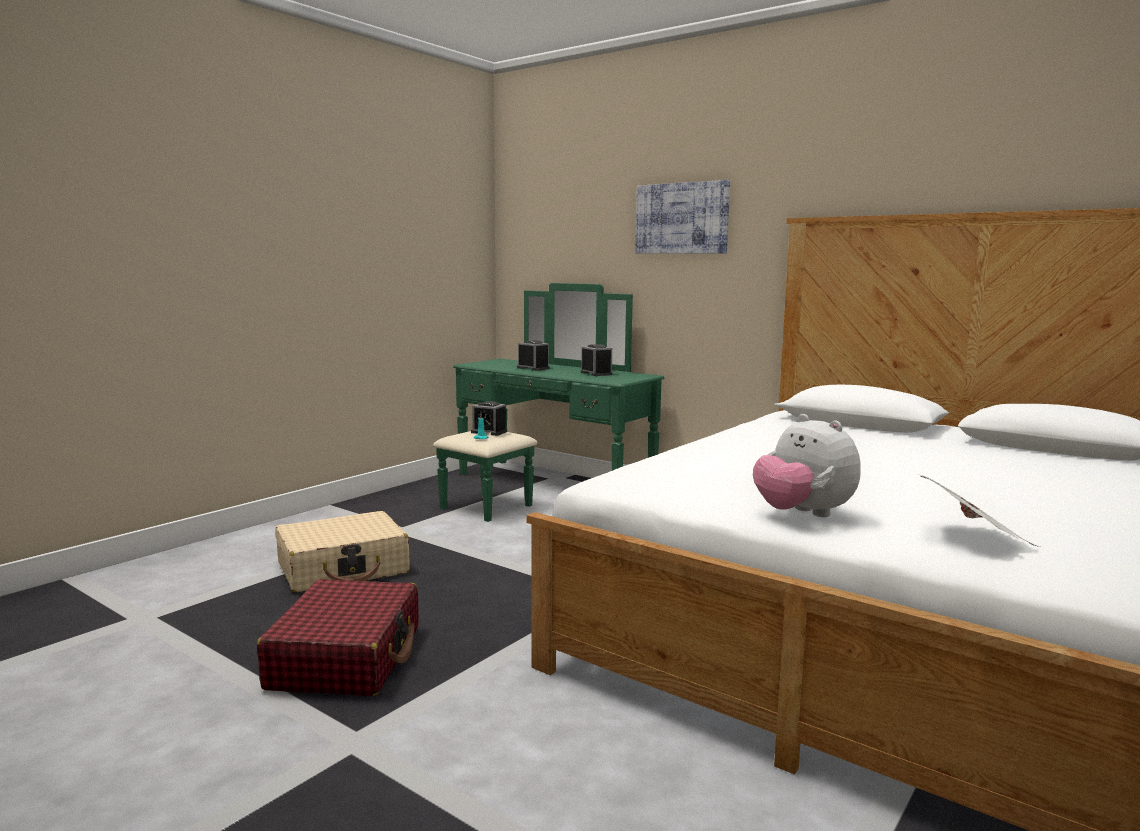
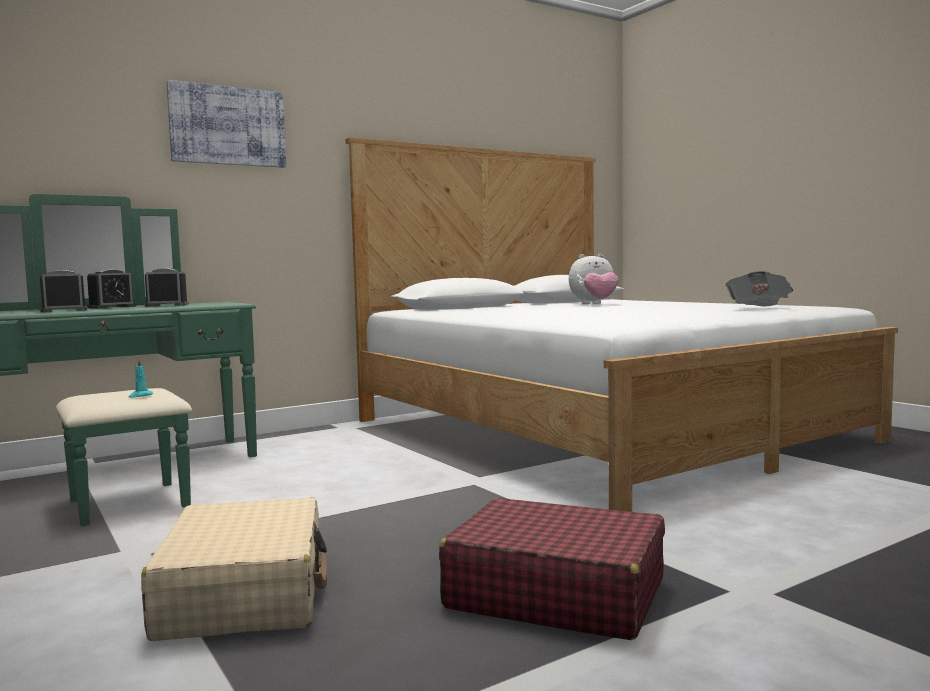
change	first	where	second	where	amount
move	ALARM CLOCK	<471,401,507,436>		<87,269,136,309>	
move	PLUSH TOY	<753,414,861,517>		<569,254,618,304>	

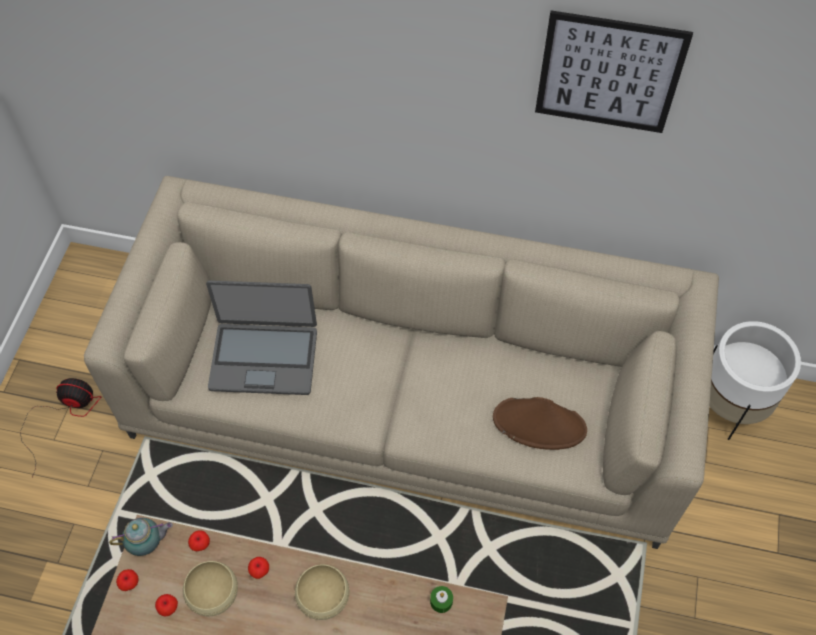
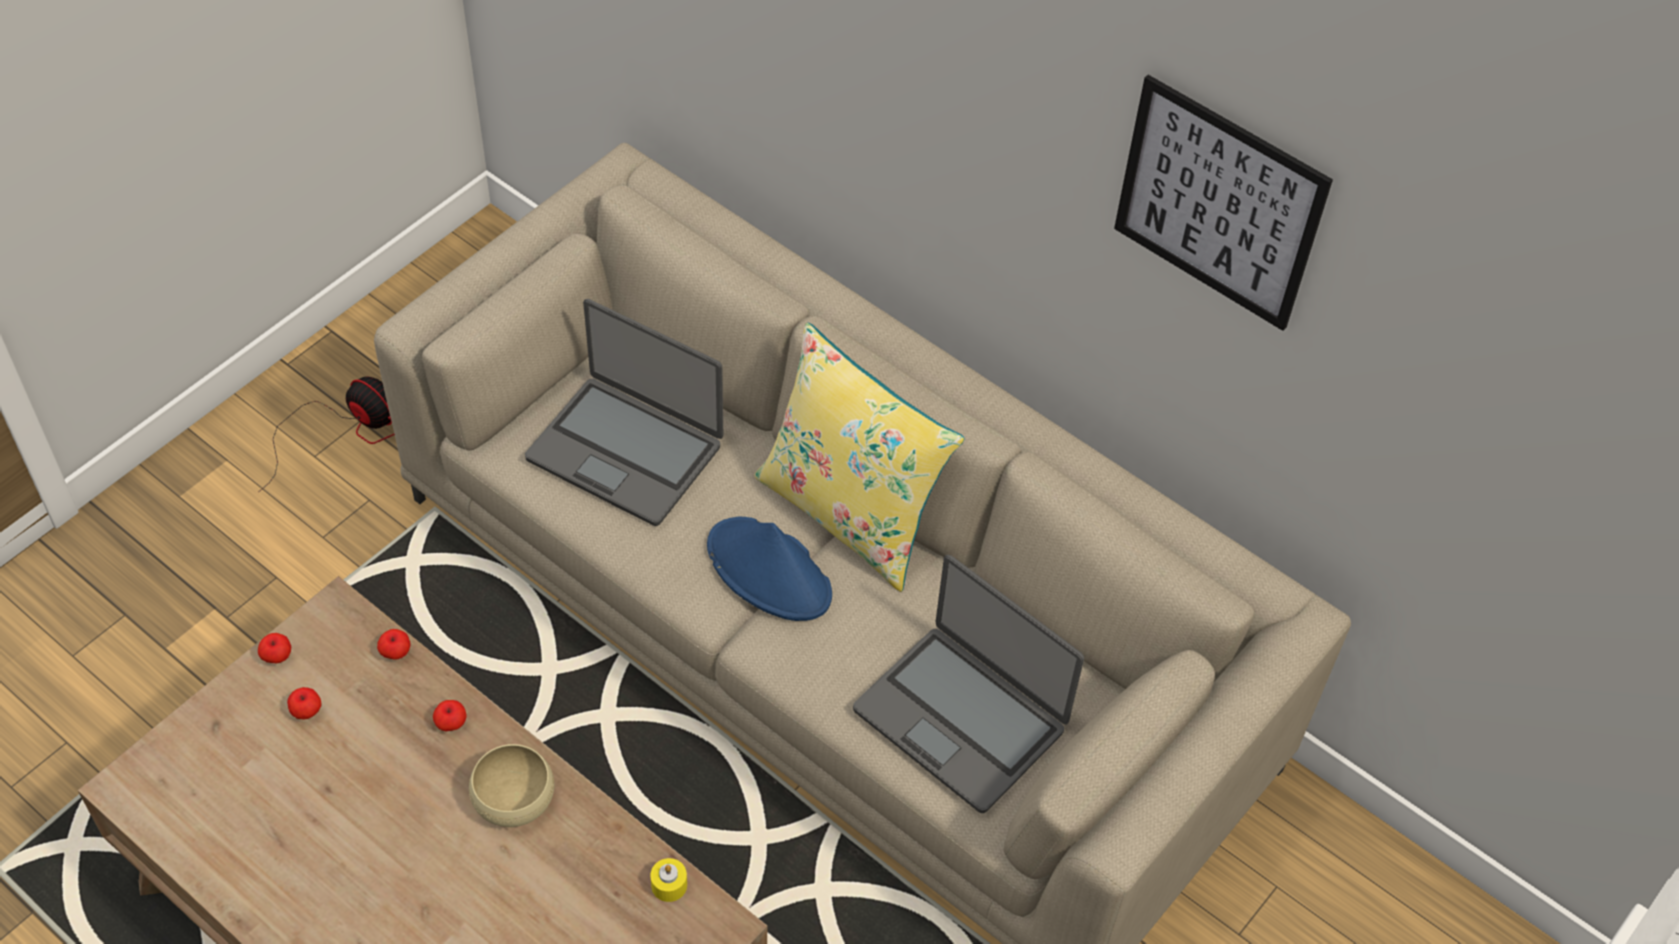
change	first	where	second	where	amount
delete	TEAPOT	<109,518,173,556>			
delete	BEIGE BOWL	<183,561,238,616>			
delete	WHITE PLANTER	<710,321,801,440>			
insert			BLUE HAT	<707,516,832,621>	
insert			YELLOW PILLOW	<754,322,965,592>	
replace	BROWN HAT	<493,397,587,450>	LAPTOP	<853,555,1084,813>	
recolor	GREEN CANDLE	<430,586,453,613>	YELLOW CANDLE	<650,858,687,902>	

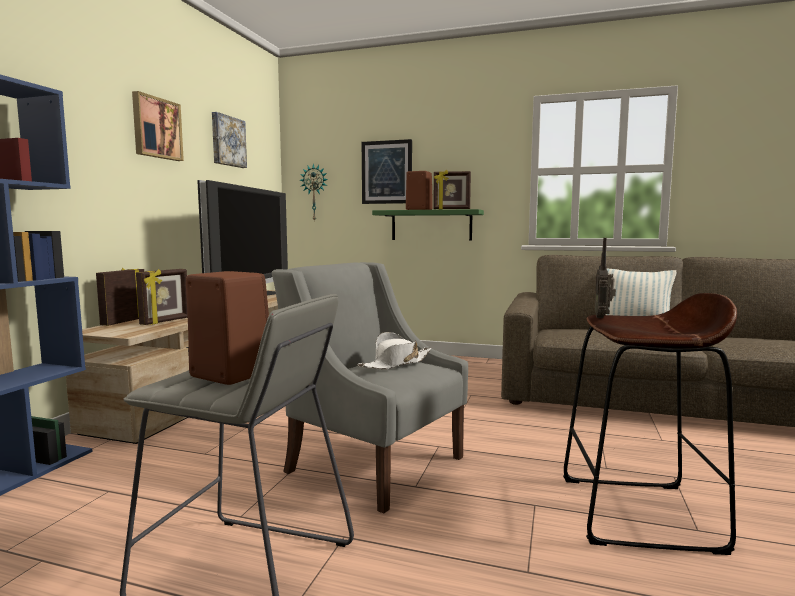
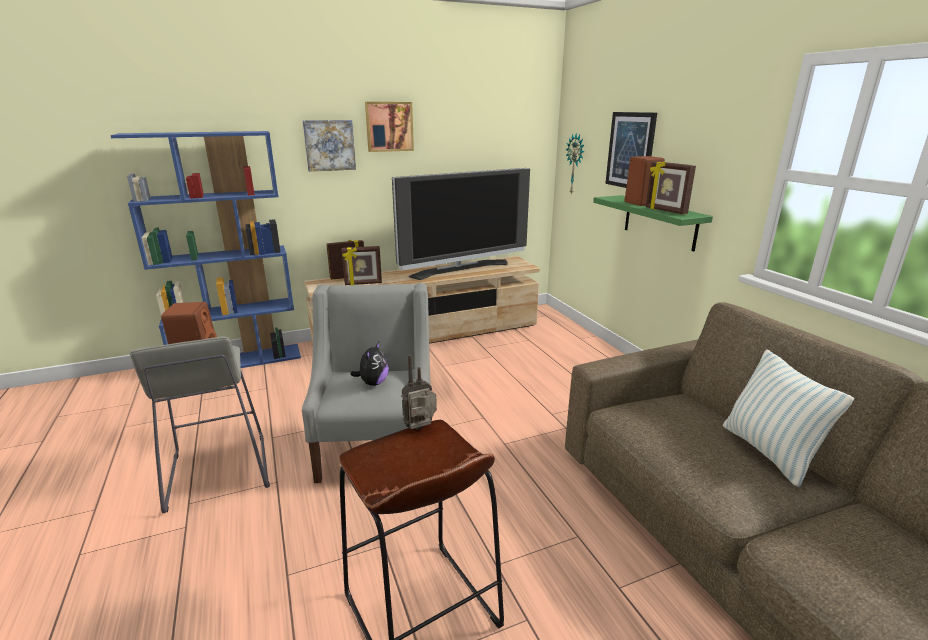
change	first	where	second	where	amount
move	PICTURE	<212,112,247,168>		<302,120,356,172>	
replace	WHITE HAT	<358,332,431,369>	PLUSH TOY	<350,342,389,386>	

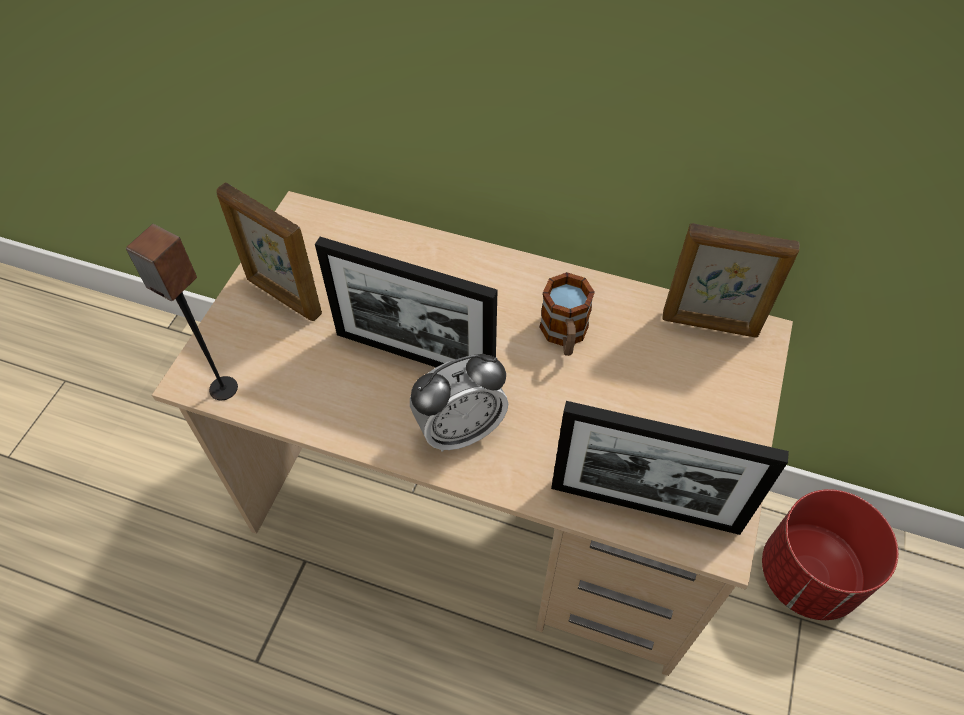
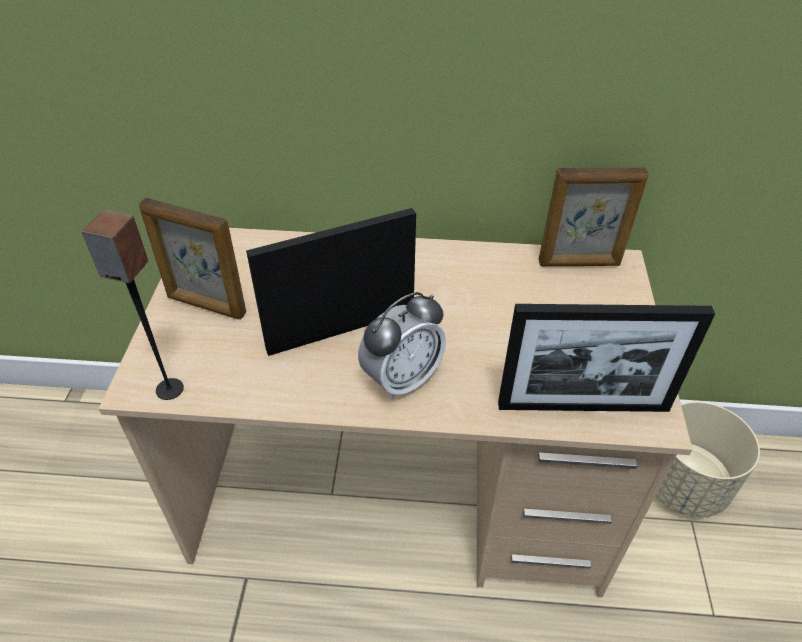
change	first	where	second	where	amount
delete	MUG	<540,272,595,356>			
recolor	RED PLANTER	<762,489,898,620>	BEIGE PLANTER	<656,401,760,517>	
rotate	PICTURE FRAME	<315,237,497,367>		<246,208,416,356>	150 degrees clockwise

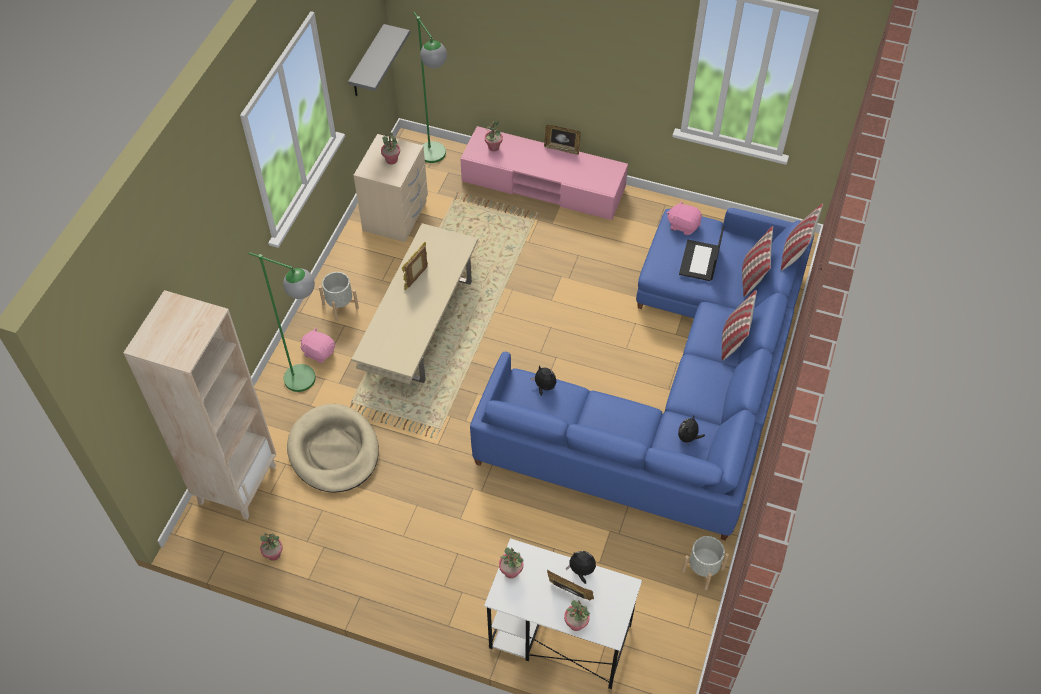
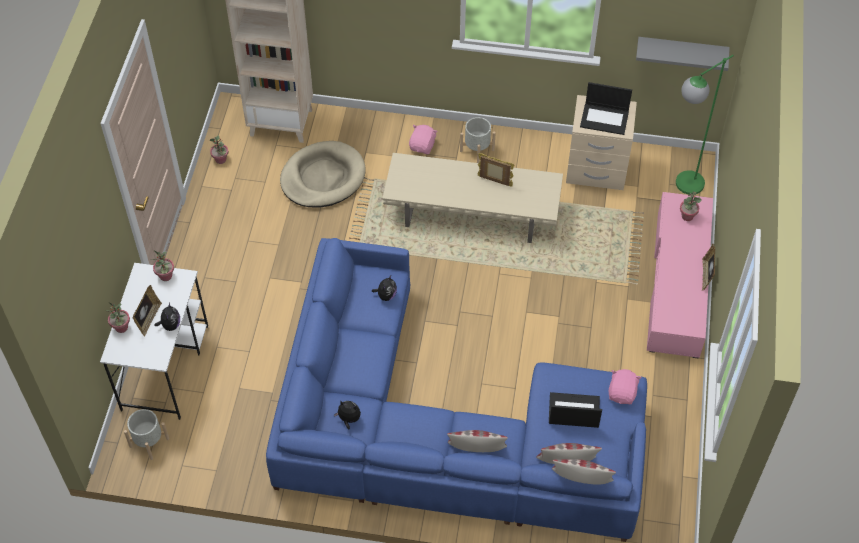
change	first	where	second	where	amount
delete	GREEN FLOOR LAMP	<249,252,316,392>			
move	GREY PLANTER	<682,536,729,590>		<124,409,169,460>	
replace	POTTED PLANT	<381,132,400,165>	LAPTOP	<580,82,632,135>	

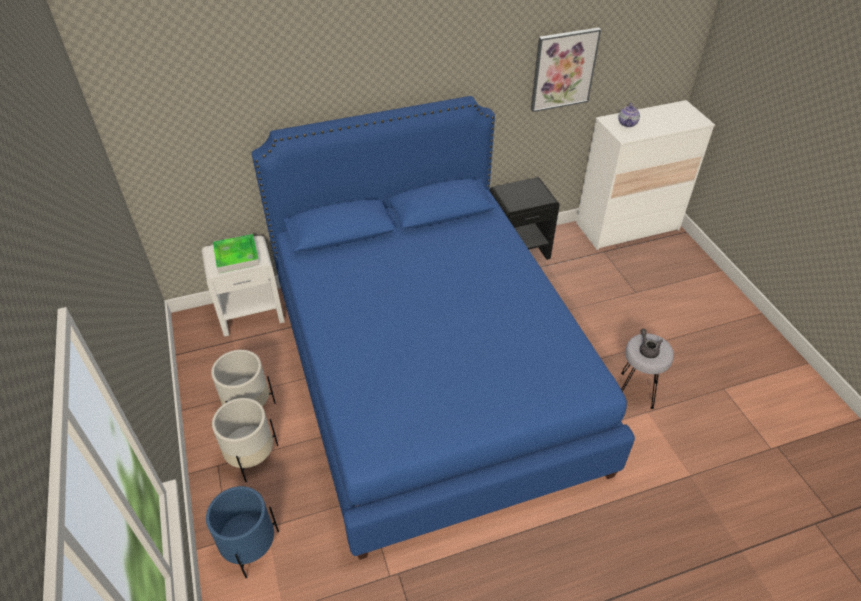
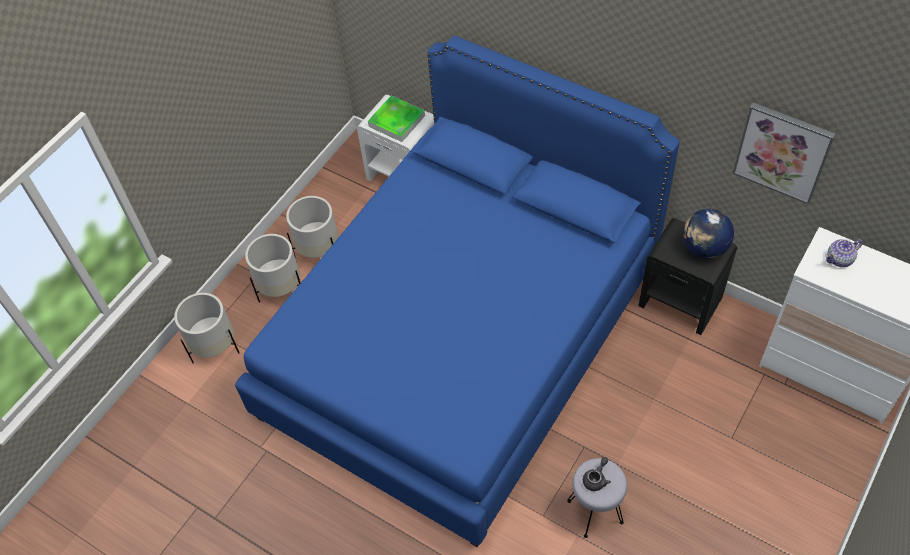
change	first	where	second	where	amount
insert			GLOBE	<683,209,734,258>	
recolor	BLUE PLANTER	<206,486,279,578>	WHITE PLANTER	<174,293,240,363>	

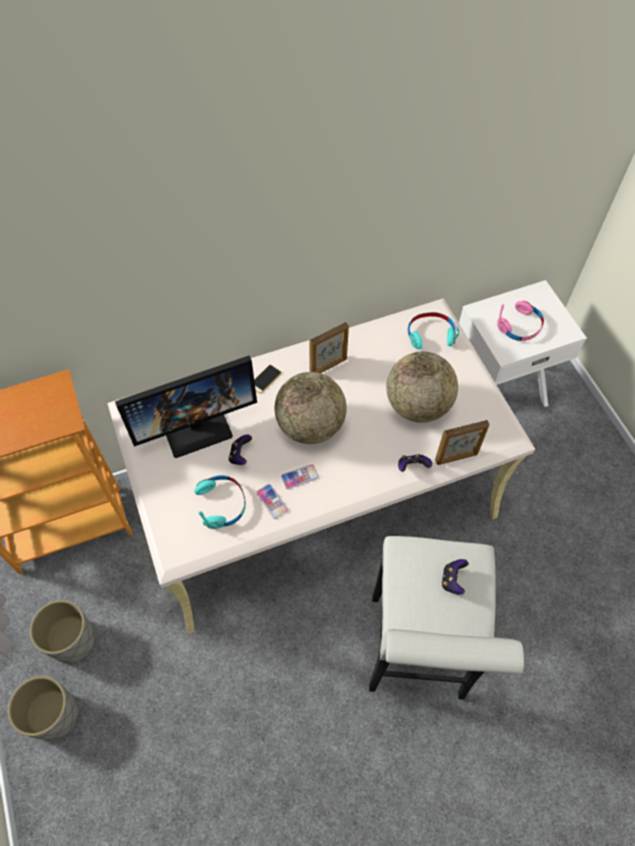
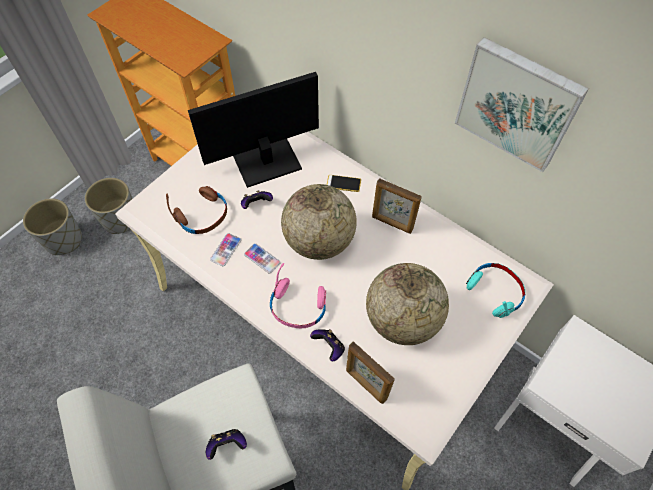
change	first	where	second	where	amount
insert			PICTURE	<455,37,589,172>	
move	PINK HEADPHONES	<497,301,544,341>		<270,263,326,329>	
recolor	TURQUOISE HEADPHONES	<194,475,246,529>	BROWN HEADPHONES	<166,186,227,234>	
rotate	MONITOR	<115,355,257,458>		<188,72,319,188>	120 degrees clockwise

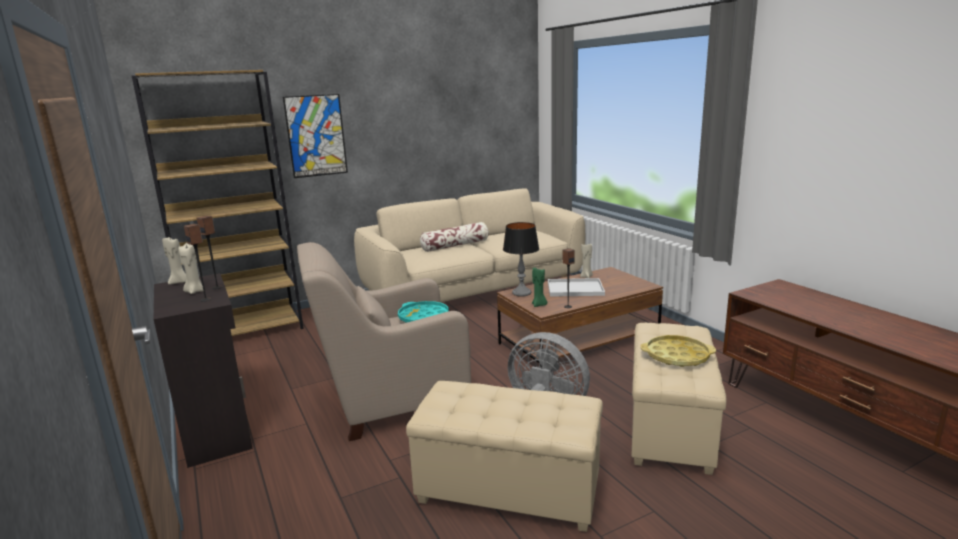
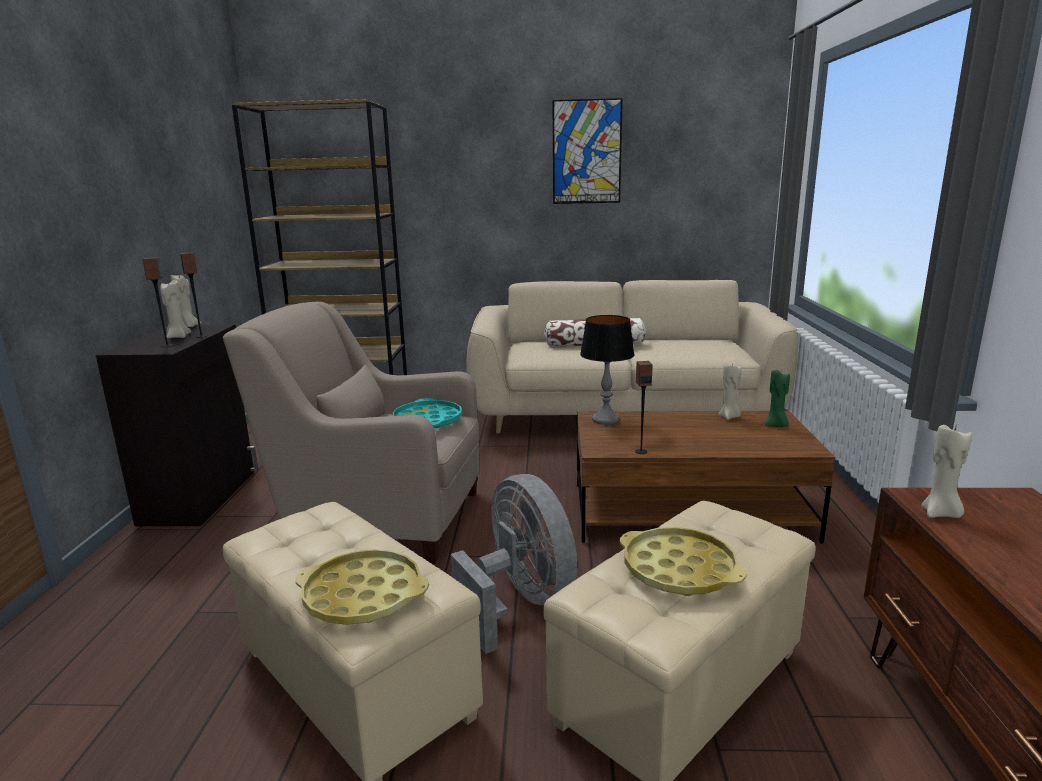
change	first	where	second	where	amount
delete	WHITE TRAY	<548,278,605,297>			
insert			YELLOW TRAY	<296,549,429,625>	
insert			BEIGE CANDLE	<921,423,972,518>	
move	PICTURE	<283,94,348,178>		<552,98,623,204>	
move	GREEN CANDLE	<532,267,547,307>		<765,370,790,427>	

